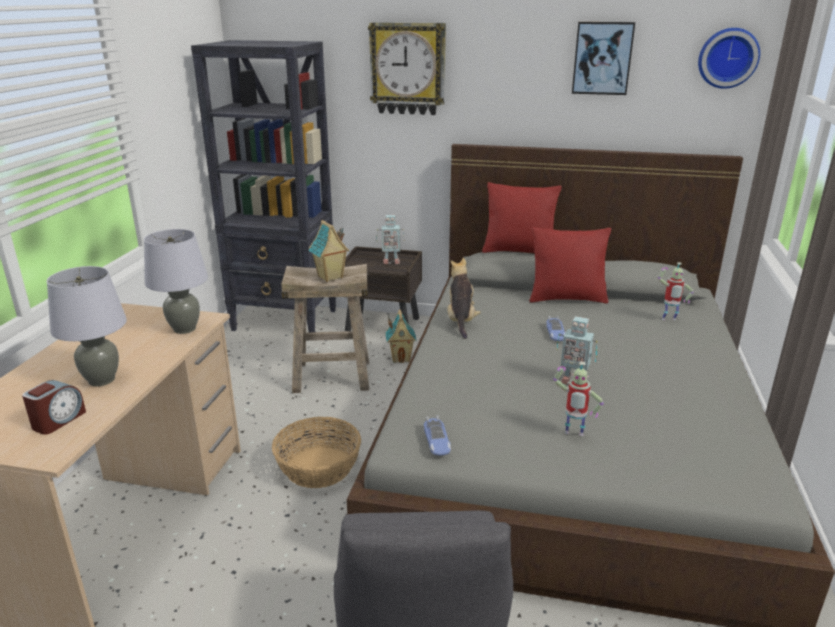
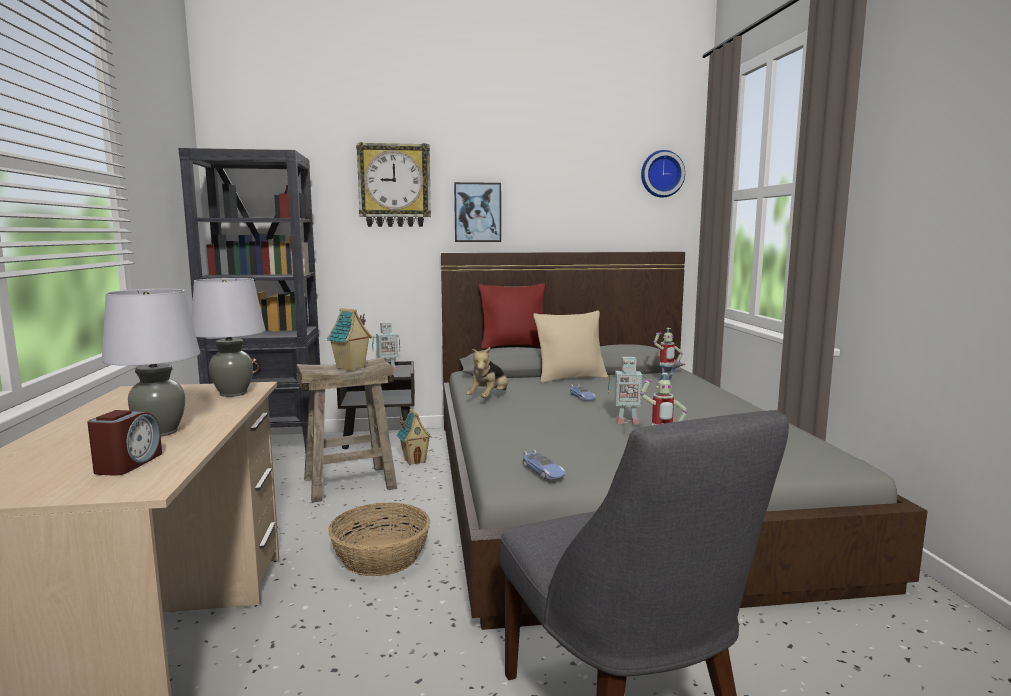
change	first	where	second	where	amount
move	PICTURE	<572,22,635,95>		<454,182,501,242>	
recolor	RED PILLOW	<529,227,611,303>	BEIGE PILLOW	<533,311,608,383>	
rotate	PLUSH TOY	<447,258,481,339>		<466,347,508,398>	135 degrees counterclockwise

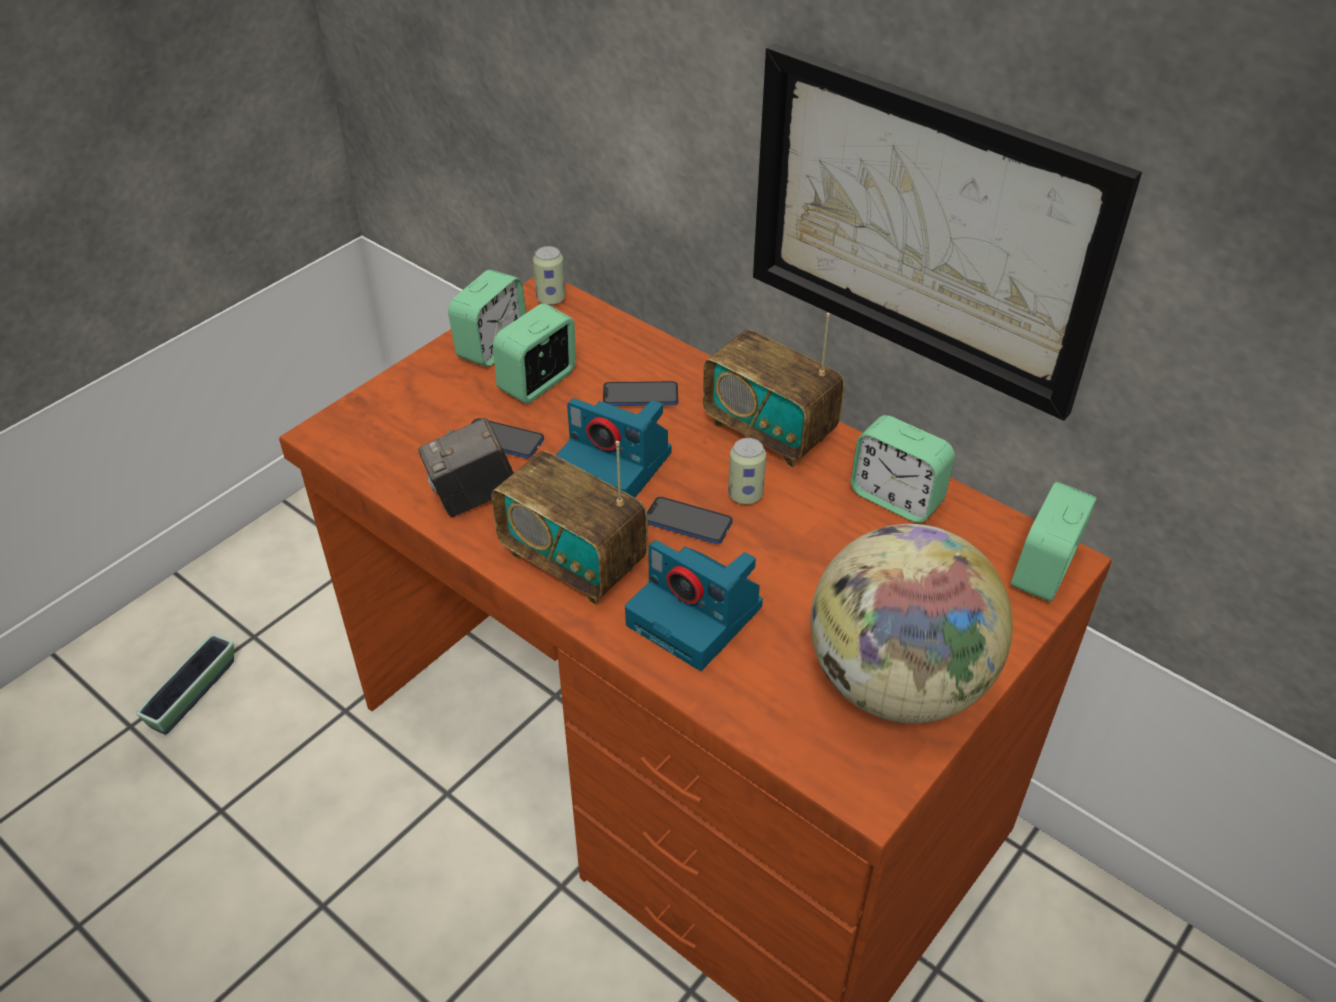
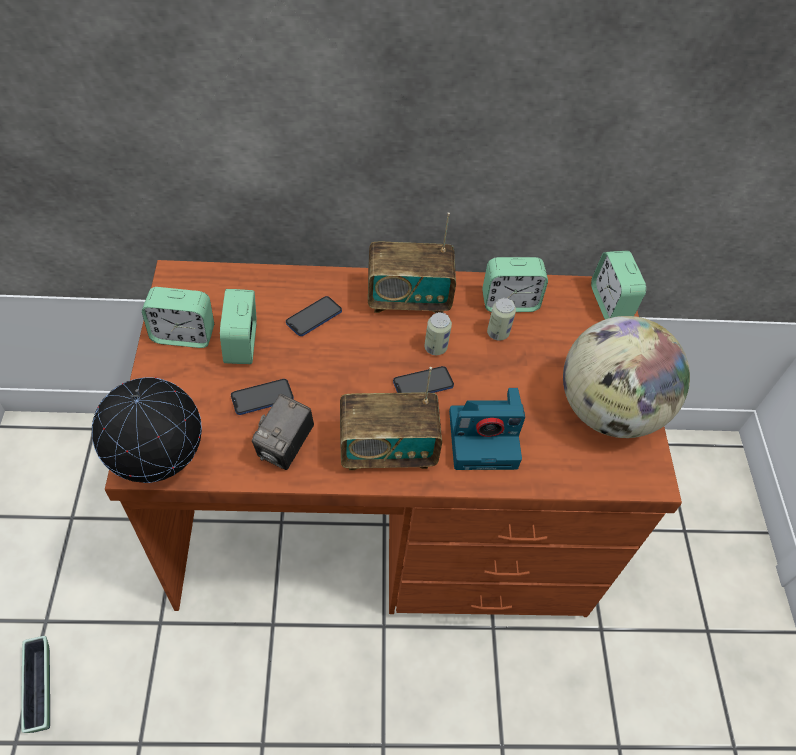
change	first	where	second	where	amount
delete	PHOTO CAMERA	<556,398,671,498>			
delete	PICTURE	<753,43,1142,421>			
insert			GLOBE	<92,377,202,483>	
move	CAN	<533,246,566,305>		<487,298,516,341>	
rotate	ALARM CLOCK	<448,270,526,367>		<142,287,214,348>	105 degrees clockwise

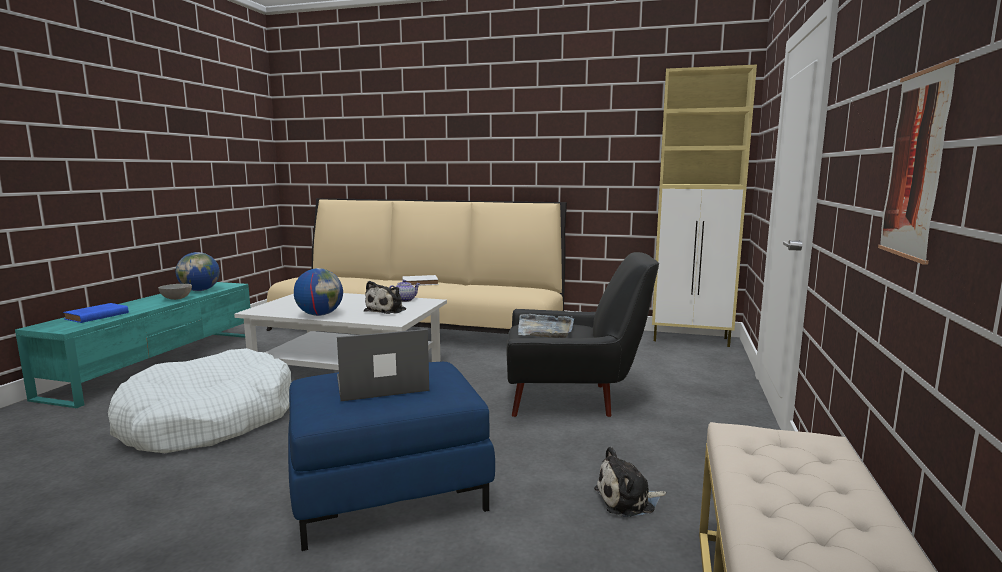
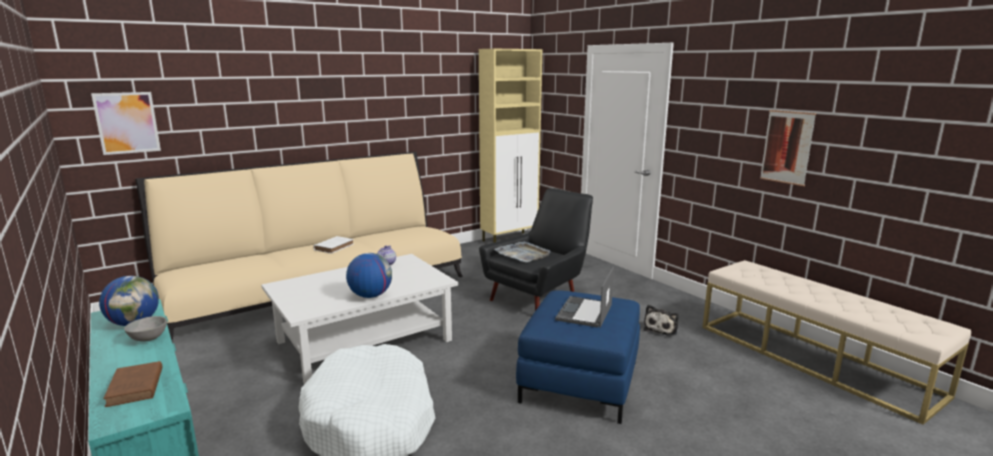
change	first	where	second	where	amount
delete	PLUSH TOY	<364,281,406,314>			
insert			PICTURE	<91,92,161,155>	
recolor	BLUE BOOK	<63,303,129,323>	BROWN BOOK	<103,361,163,407>	

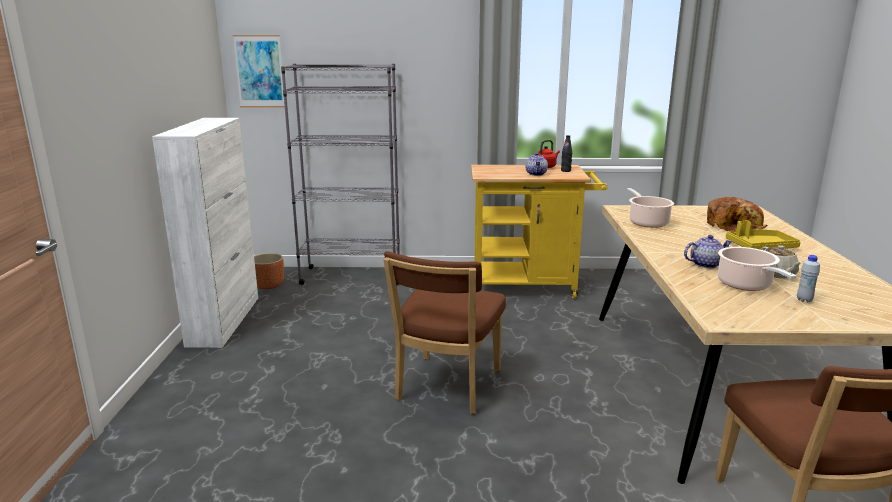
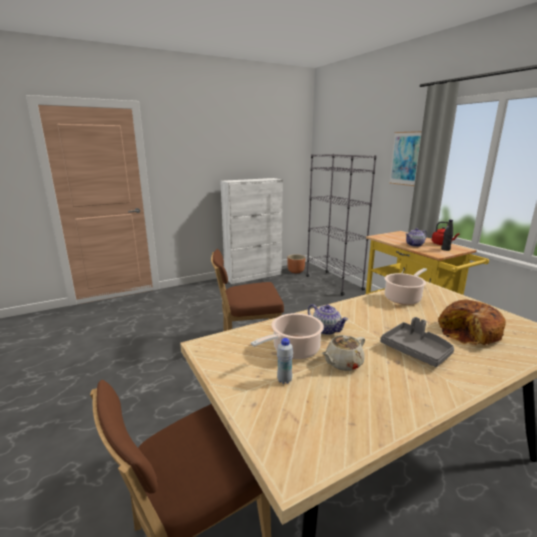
change	first	where	second	where	amount
move	PICTURE	<233,35,285,107>		<389,131,422,186>	
recolor	YELLOW TRAY	<726,221,801,250>	GREY TRAY	<380,317,454,367>	

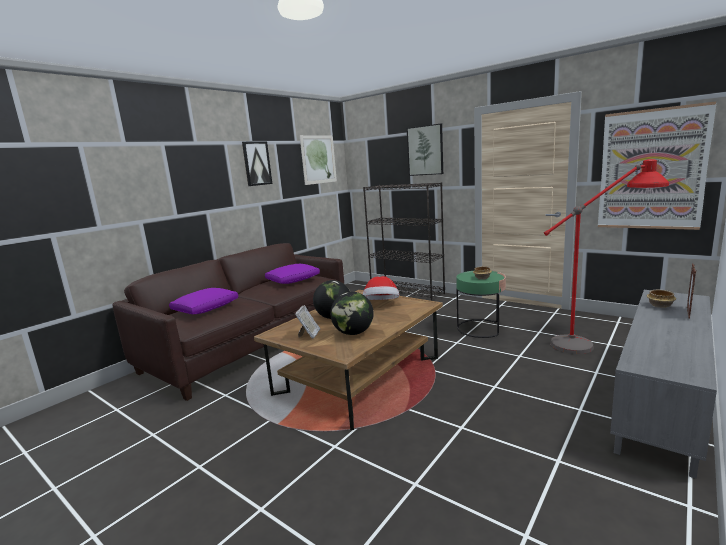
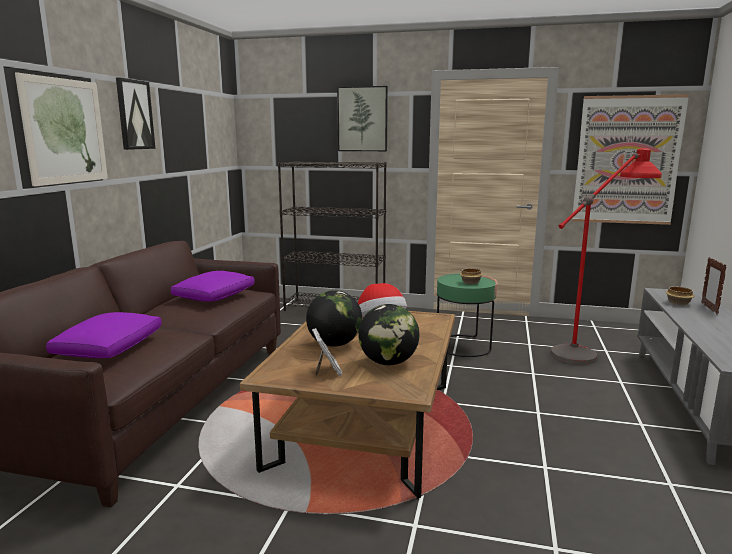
change	first	where	second	where	amount
move	PICTURE	<300,135,337,185>		<15,72,108,187>	

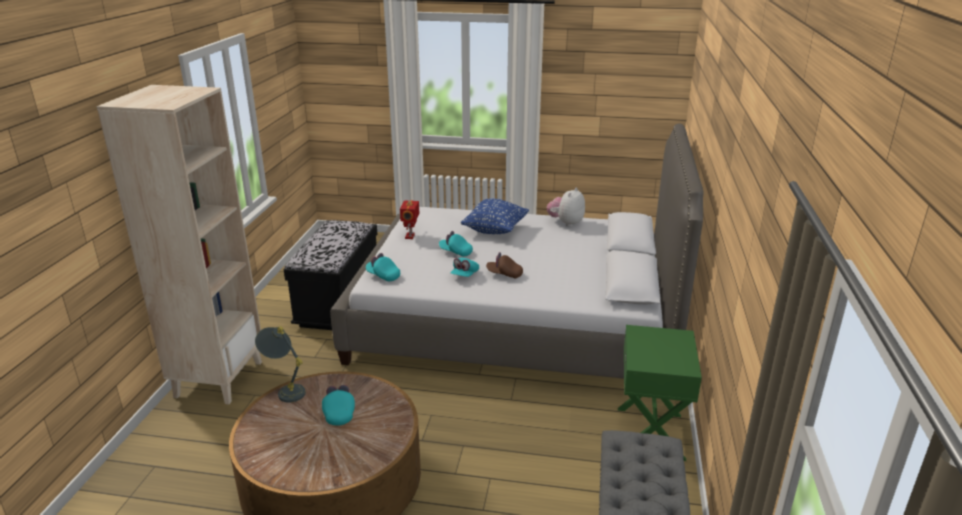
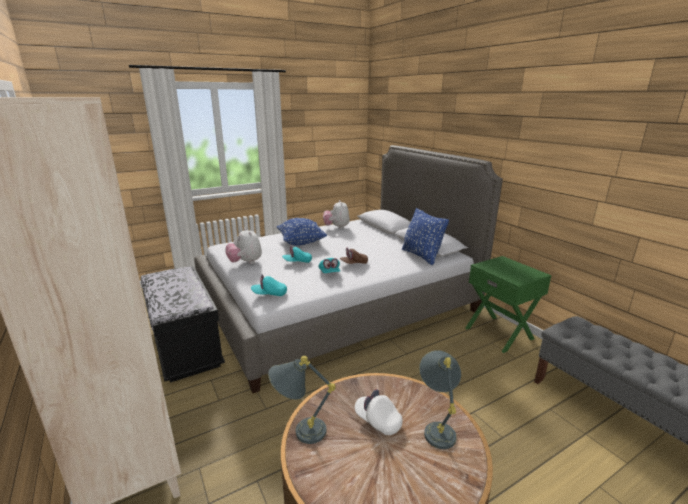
change	first	where	second	where	amount
insert			BLUE PILLOW	<402,208,449,265>	
insert			GREY TABLE LAMP	<419,350,461,449>	
replace	TOY ROBOT	<400,200,419,239>	PLUSH TOY	<226,228,262,264>	
recolor	TURQUOISE CAP	<322,385,355,426>	WHITE CAP	<355,389,403,435>	

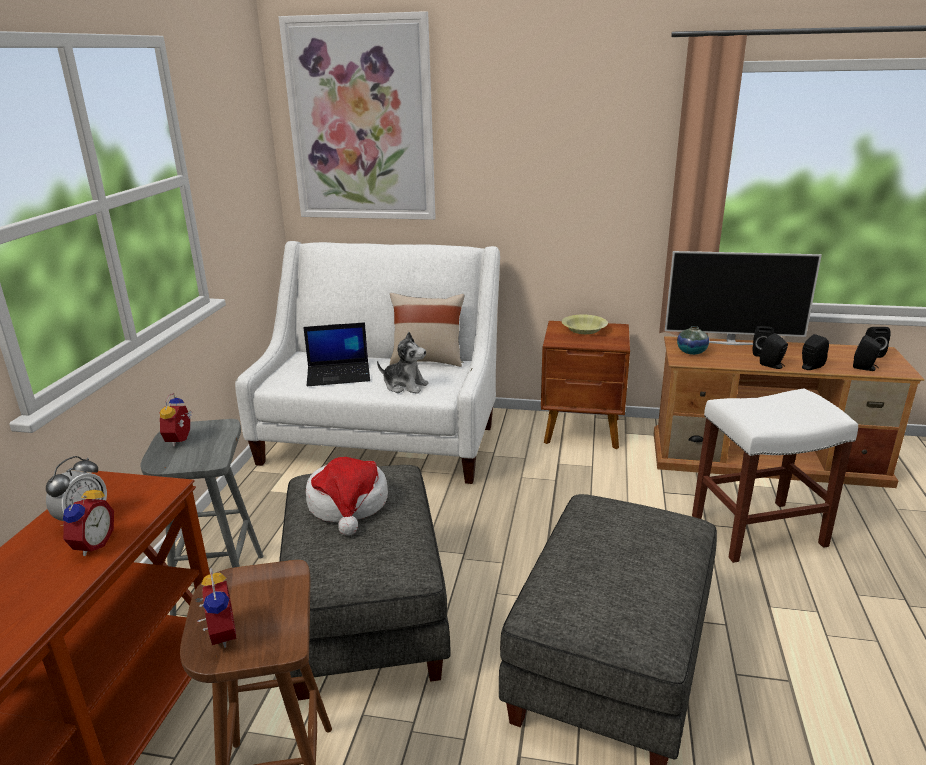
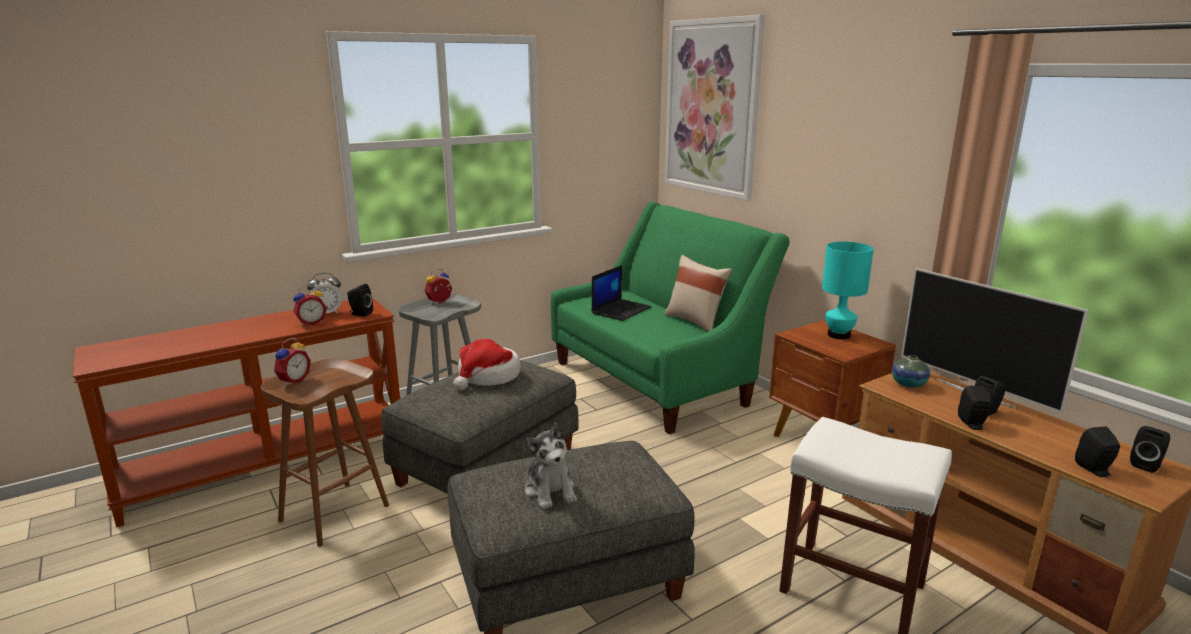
change	first	where	second	where	amount
move	PLUSH TOY	<377,332,429,394>		<525,423,577,509>	
move	BLACK SPEAKER	<802,334,829,370>		<347,284,373,317>	
replace	YELLOW BOWL	<562,315,608,334>	TURQUOISE TABLE LAMP	<822,242,874,339>	
recolor	WHITE SOFA	<235,241,500,484>	GREEN SOFA	<551,201,790,434>	
rotate	LAPTOP	<303,322,370,386>		<591,265,651,321>	90 degrees counterclockwise

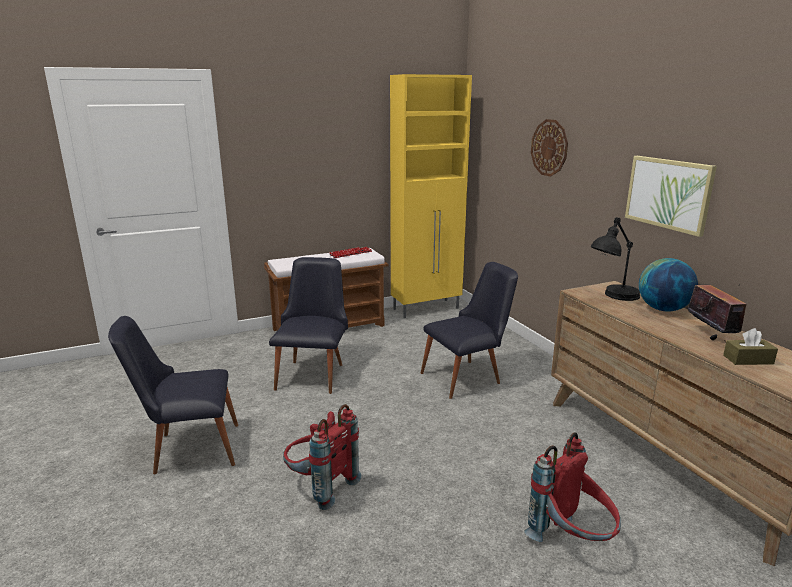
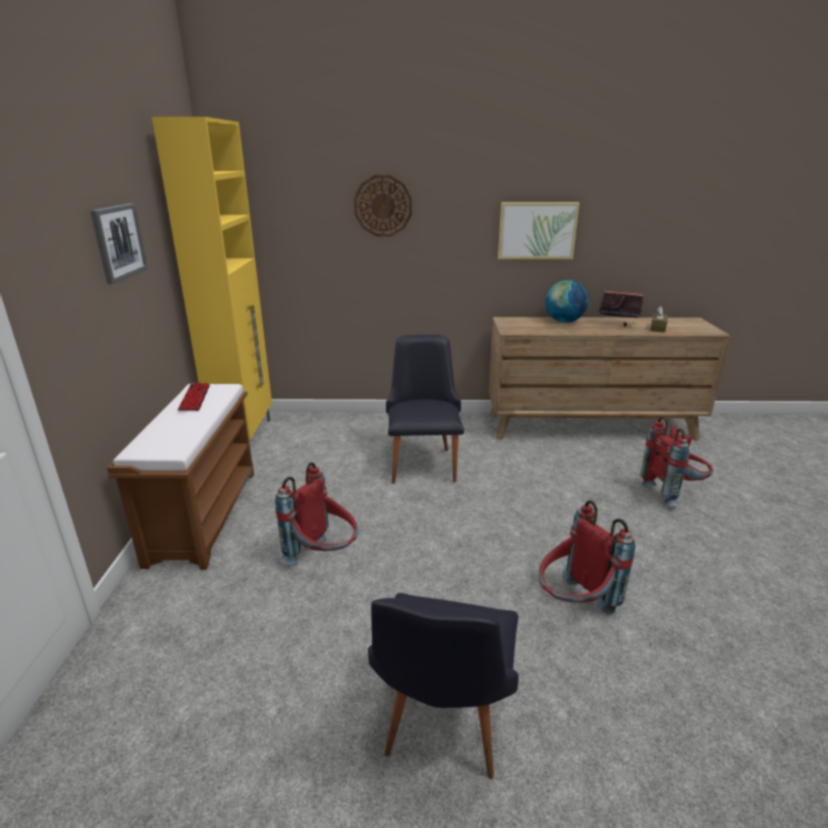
change	first	where	second	where	amount
delete	BLACK TABLE LAMP	<590,217,640,301>			
insert			PICTURE	<90,203,148,284>	
replace	BLACK CHAIR	<269,257,348,394>	RED BACKPACK	<275,462,358,565>	

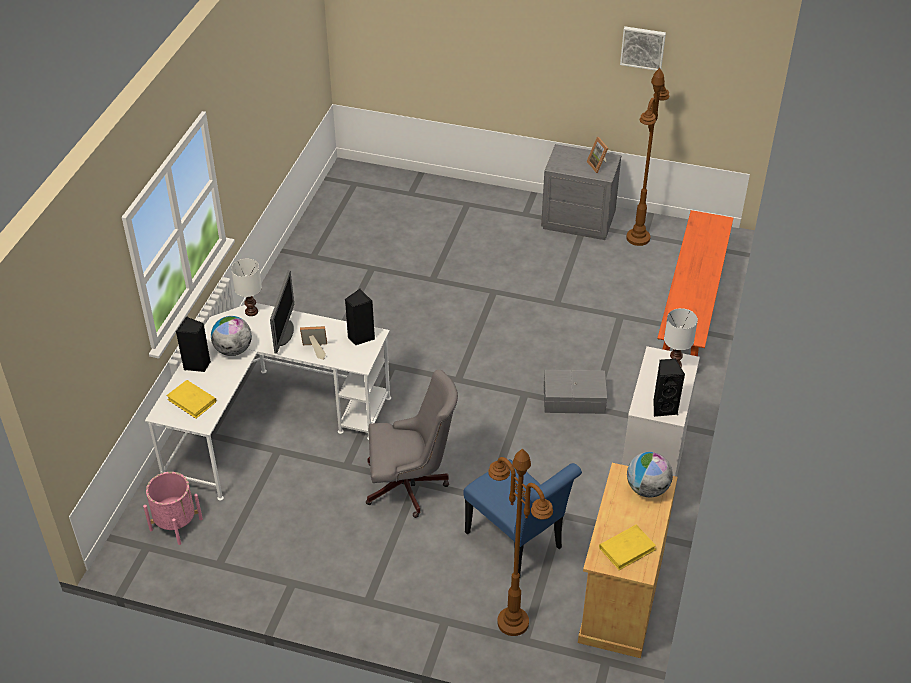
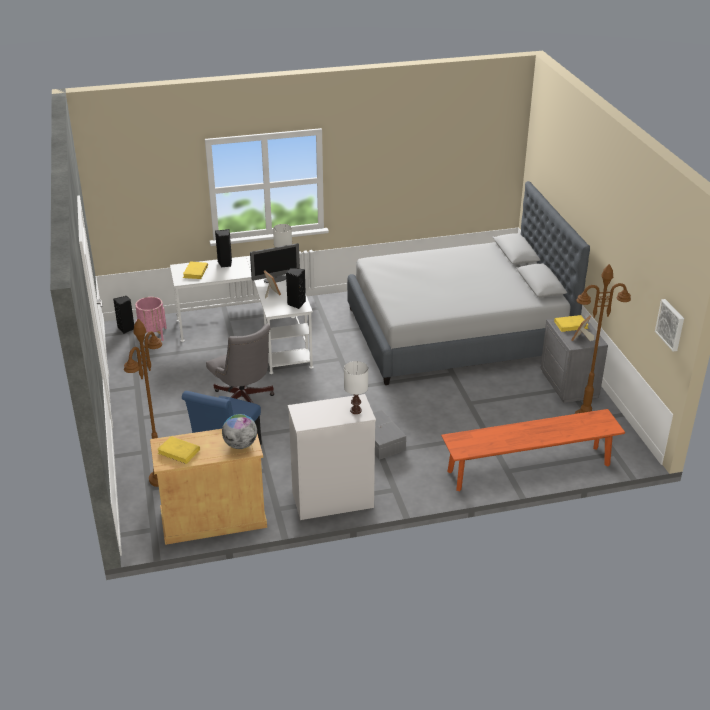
change	first	where	second	where	amount
delete	GLOBE	<211,316,252,356>			
insert			GREY BED	<347,181,590,385>	
insert			YELLOW BOOK	<554,315,589,332>	
move	PICTURE	<620,26,666,71>		<655,299,684,352>	
move	BLACK SPEAKER	<653,359,685,417>		<113,296,134,334>	

